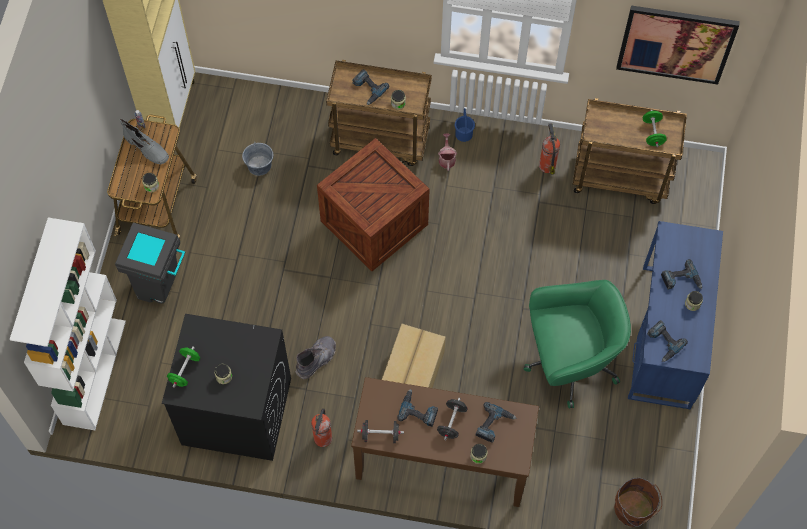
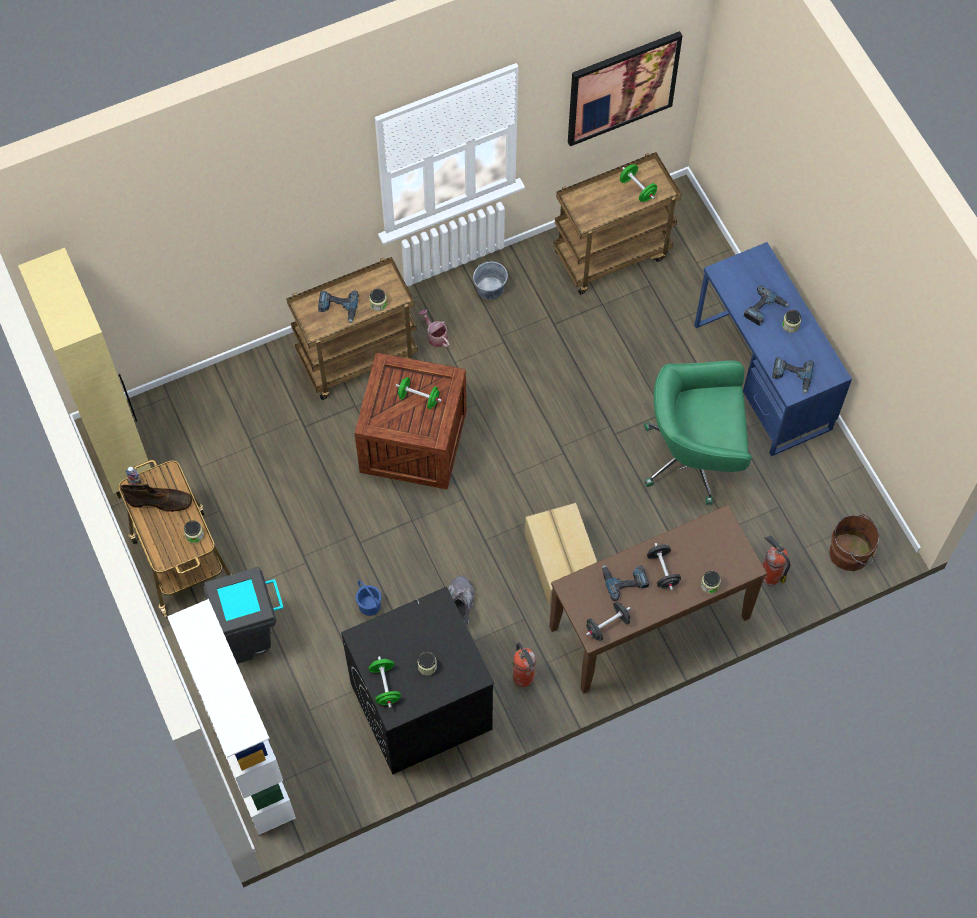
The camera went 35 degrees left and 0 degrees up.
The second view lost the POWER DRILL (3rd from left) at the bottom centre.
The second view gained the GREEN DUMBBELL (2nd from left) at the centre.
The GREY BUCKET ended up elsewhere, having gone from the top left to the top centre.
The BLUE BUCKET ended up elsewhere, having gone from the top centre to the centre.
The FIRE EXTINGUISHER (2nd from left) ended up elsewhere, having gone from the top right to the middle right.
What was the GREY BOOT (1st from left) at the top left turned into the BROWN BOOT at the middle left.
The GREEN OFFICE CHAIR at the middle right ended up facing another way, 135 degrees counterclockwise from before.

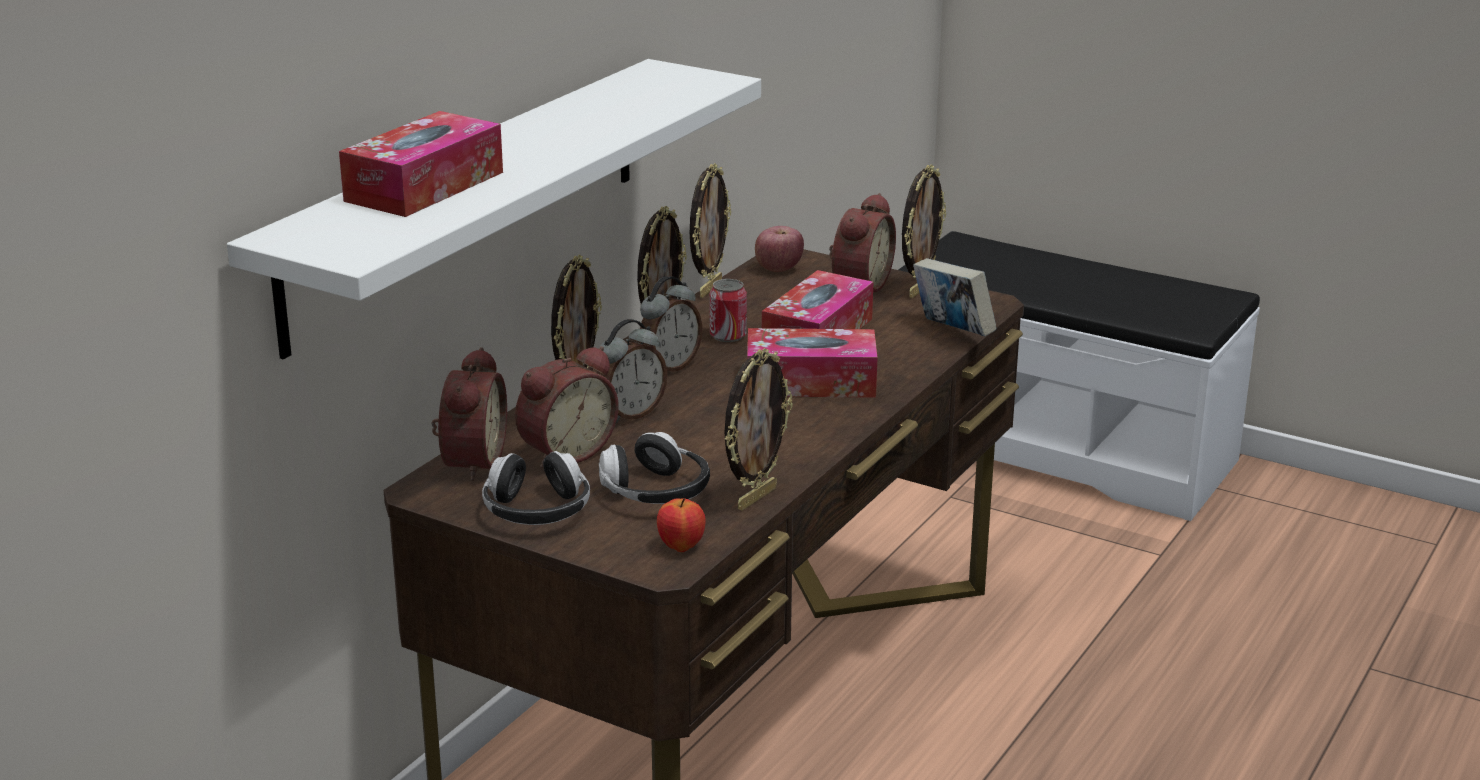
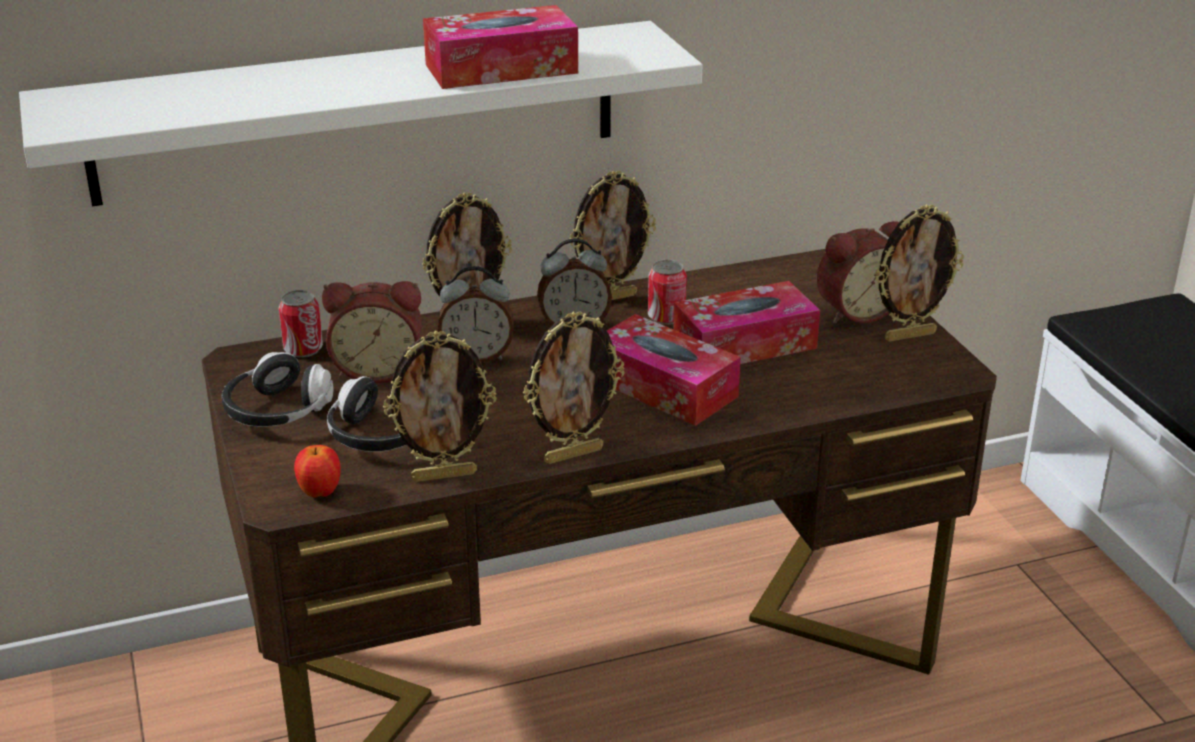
The camera went 40 degrees right and 5 degrees up.
The second view lost the APPLE (2nd from left) at the top centre.
The second view lost the BOOK at the centre.
The TISSUE BOX (1st from left) ended up elsewhere, having gone from the top left to the top centre.
The PICTURE FRAME (3rd from left) ended up elsewhere, having gone from the top centre to the centre.
Where the ALARM CLOCK (1st from left) stood at the middle left, the CAN (1st from left) came to stand at the middle left.

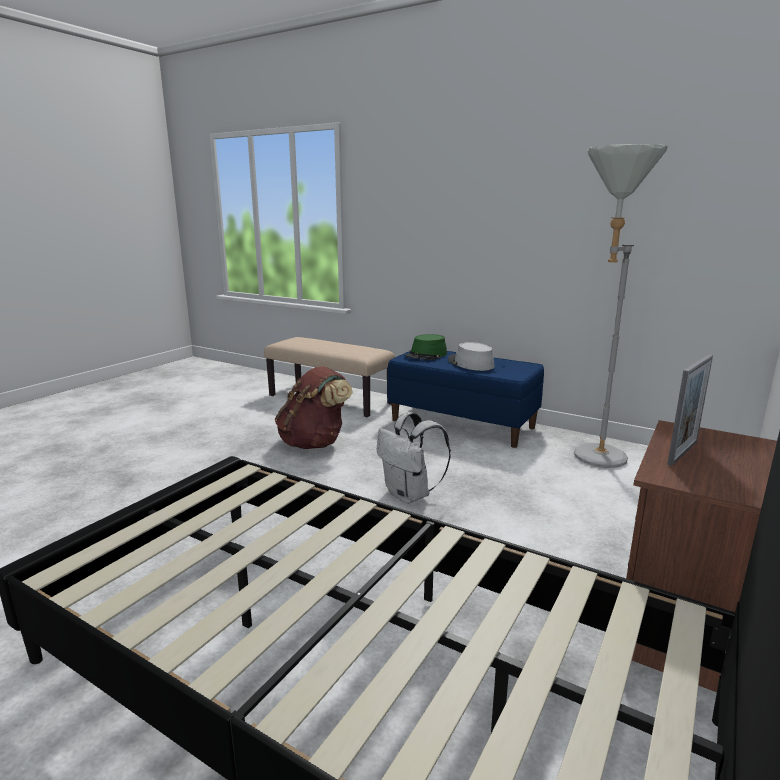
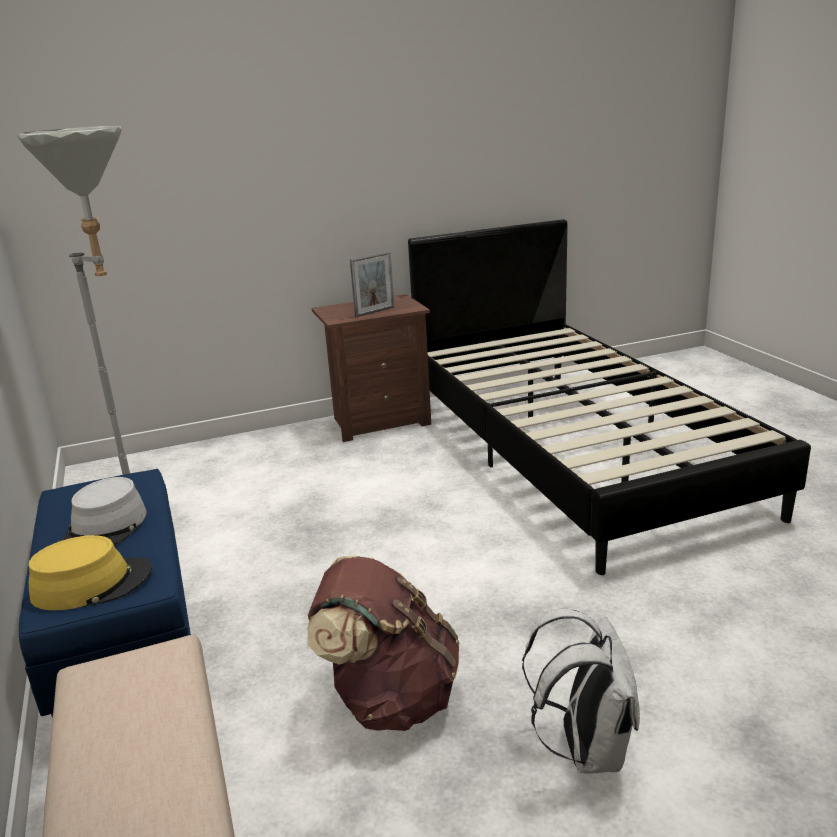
The camera went 140 degrees left and 5 degrees up.
The WHITE BACKPACK ended up elsewhere, having gone from the centre to the bottom right.
What was the GREEN HAT at the centre turned into the YELLOW HAT at the bottom left.
The PICTURE FRAME at the middle right ended up facing another way, 150 degrees clockwise from before.

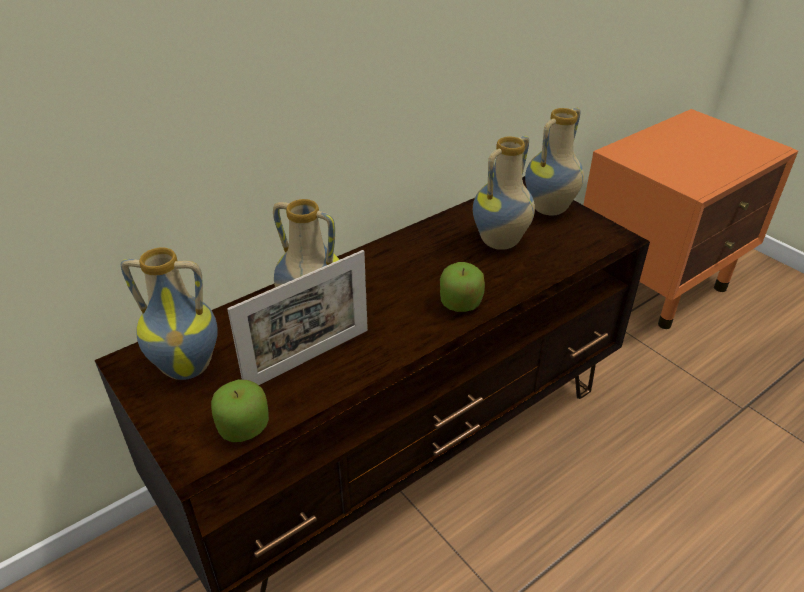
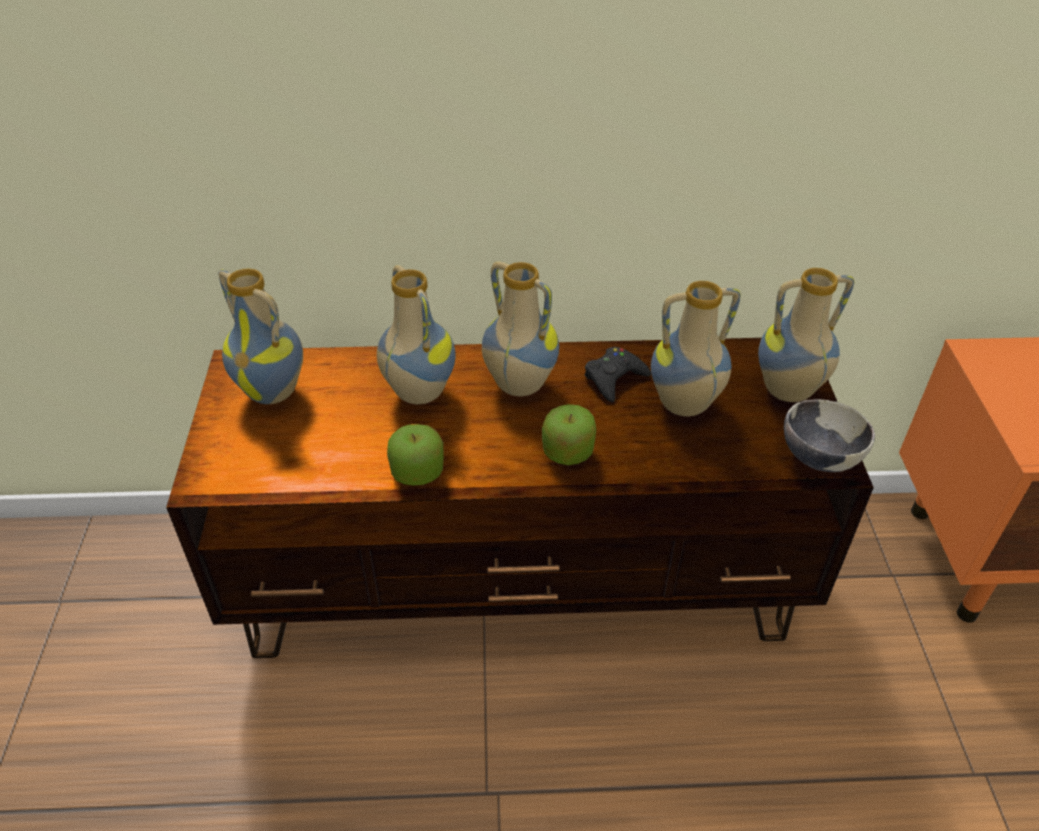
The camera went 35 degrees right and 5 degrees up.
The second view lost the PICTURE FRAME at the centre.
The second view gained the VASE (3rd from left) at the centre.
The second view gained the BLACK GAME CONTROLLER at the centre.
The second view gained the BOWL at the middle right.
The APPLE (1st from left) ended up elsewhere, having gone from the bottom left to the centre.

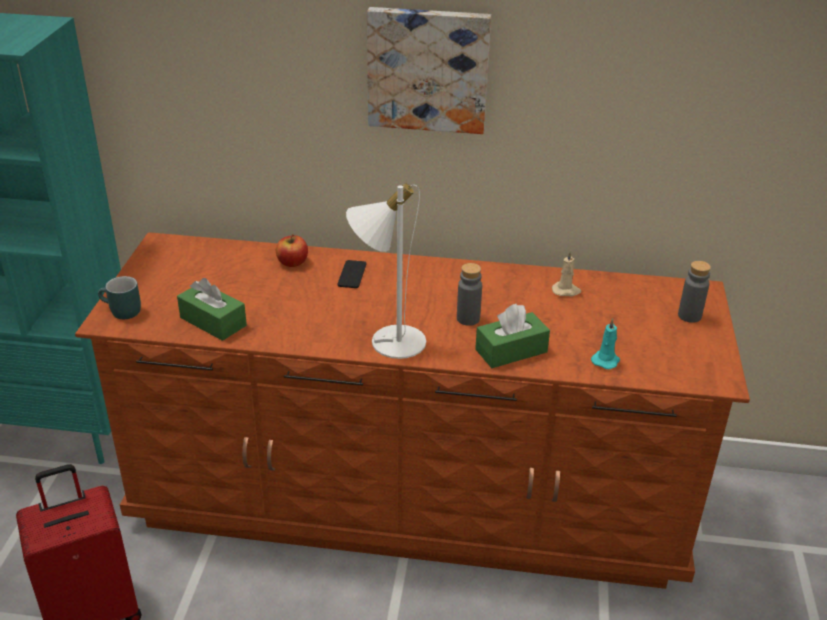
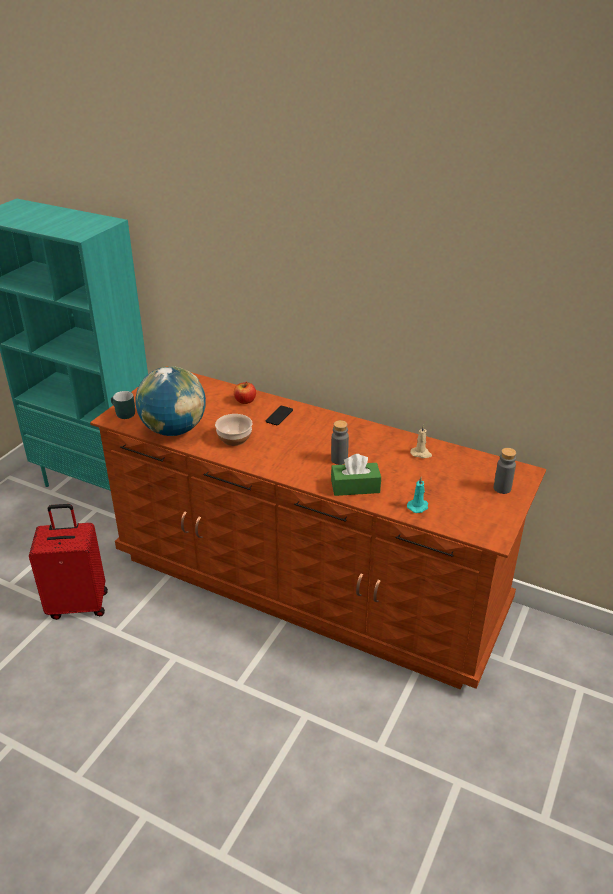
The camera went 20 degrees right and 0 degrees up.
The second view lost the WHITE TABLE LAMP at the centre.
The second view lost the PICTURE at the top centre.
The second view gained the BOWL at the centre.
Where the GREEN TISSUE BOX (1st from left) stood at the middle left, the GLOBE came to stand at the middle left.

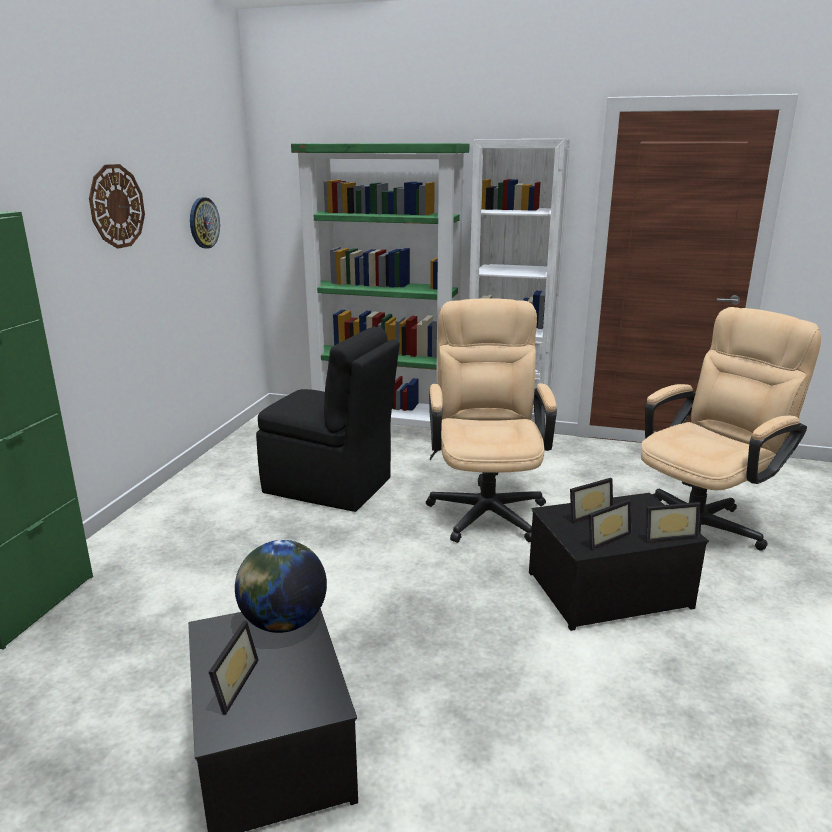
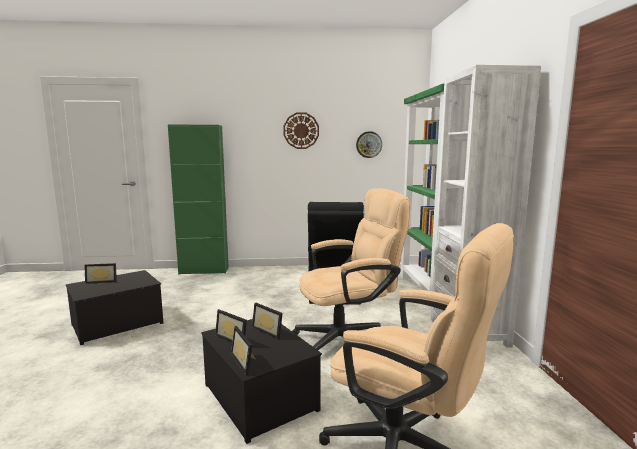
The camera went 70 degrees right and 10 degrees down.
The second view lost the GLOBE at the bottom centre.

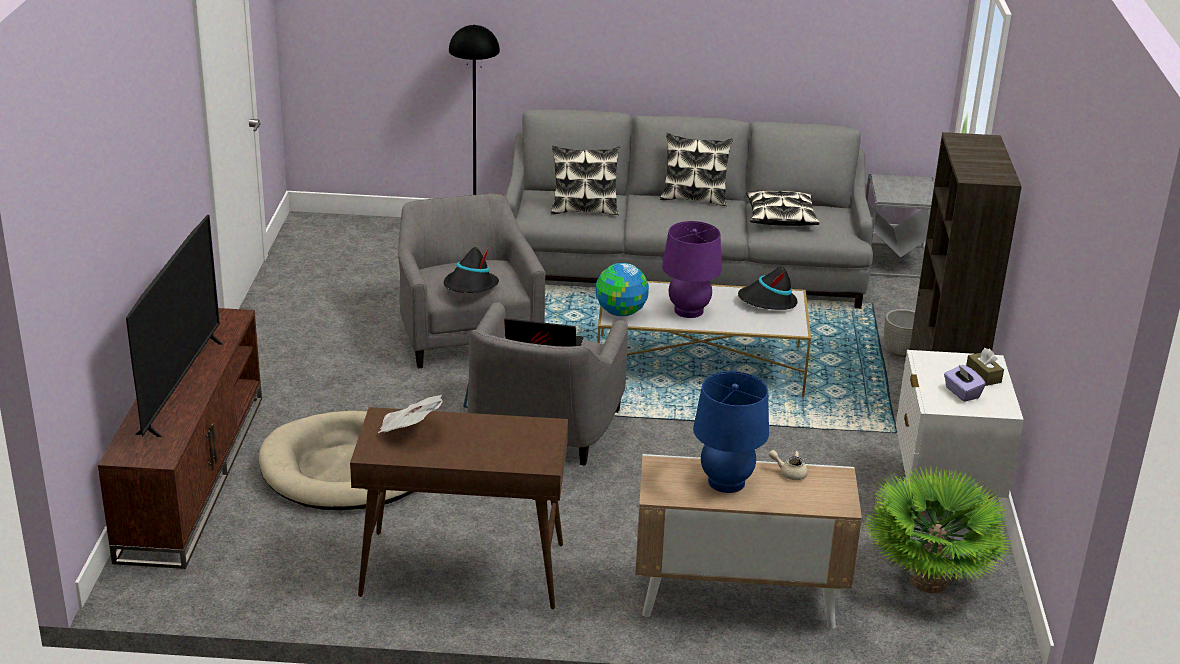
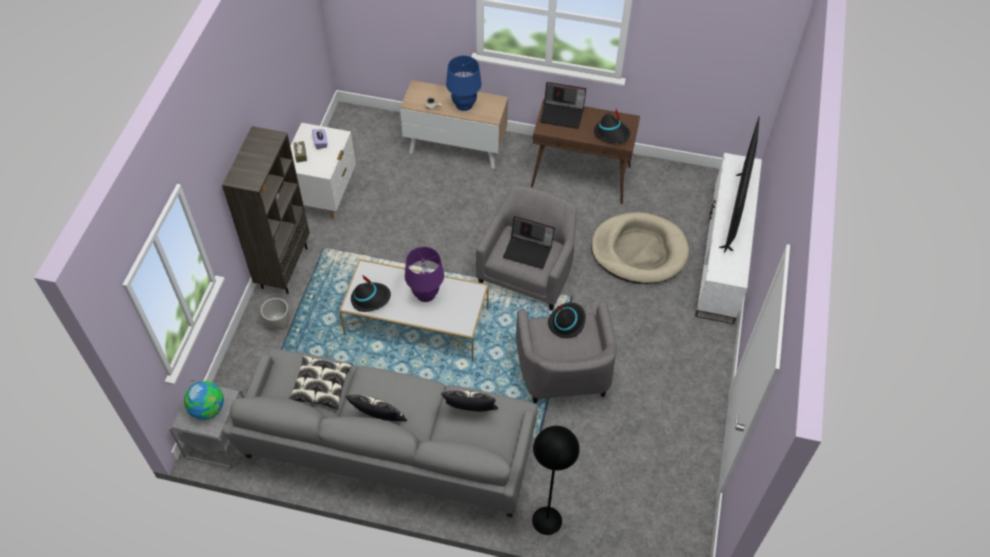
The camera went 170 degrees left and 25 degrees up.
The second view lost the POTTED PLANT at the bottom right.
The second view gained the LAPTOP (2nd from left) at the top centre.
The GLOBE ended up elsewhere, having gone from the centre to the bottom left.
Where the NEWSPAPER stood at the centre, the BLACK HAT (3rd from left) came to stand at the top centre.
What was the BROWN TV STAND at the middle left turned into the WHITE TV STAND at the middle right.

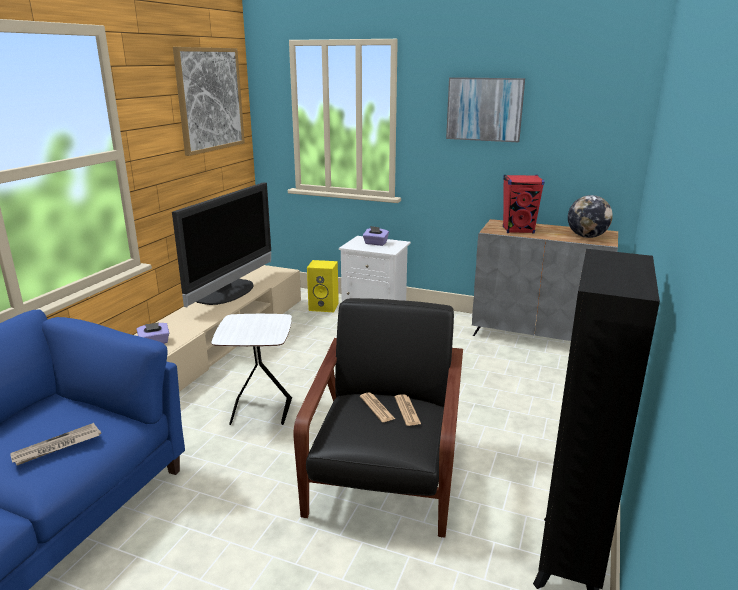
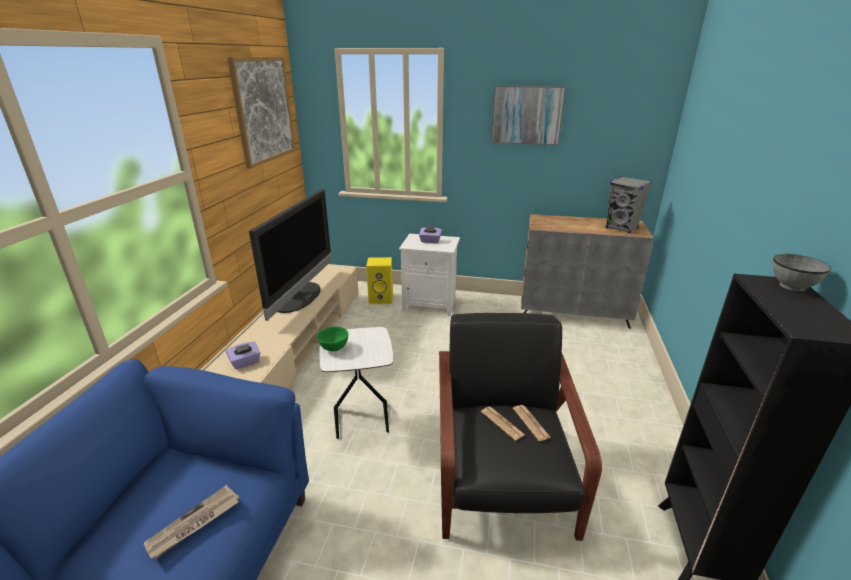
The camera went 10 degrees left and 5 degrees up.
The second view lost the RED SPEAKER at the middle right.
The second view gained the GREEN BOWL at the centre.
The second view gained the GREY BOWL at the middle right.
Where the GLOBE stood at the middle right, the GREY SPEAKER came to stand at the middle right.

